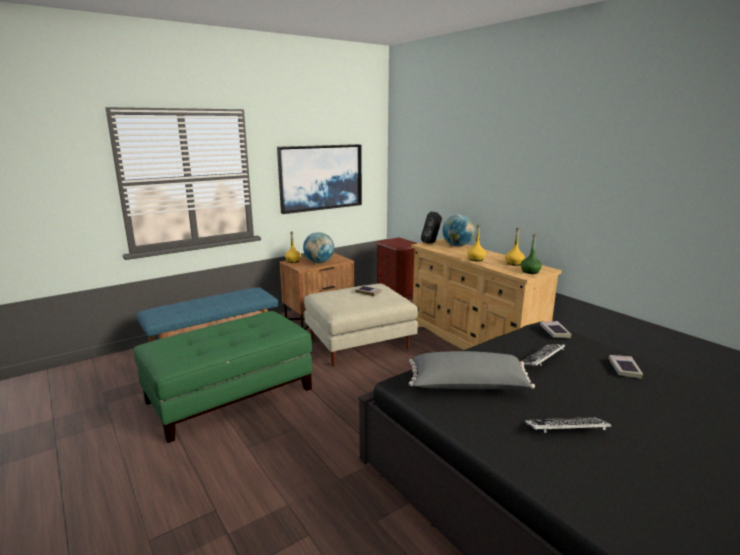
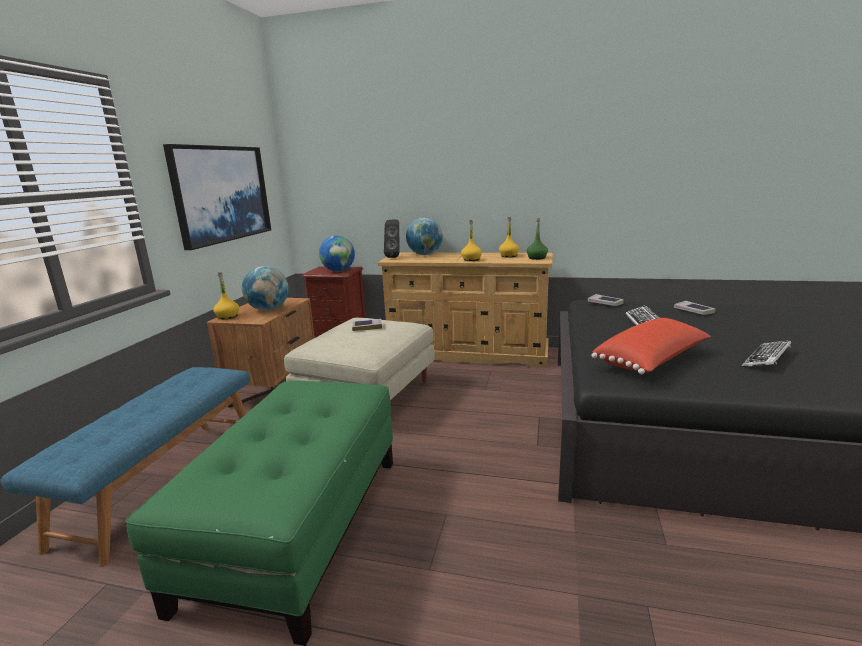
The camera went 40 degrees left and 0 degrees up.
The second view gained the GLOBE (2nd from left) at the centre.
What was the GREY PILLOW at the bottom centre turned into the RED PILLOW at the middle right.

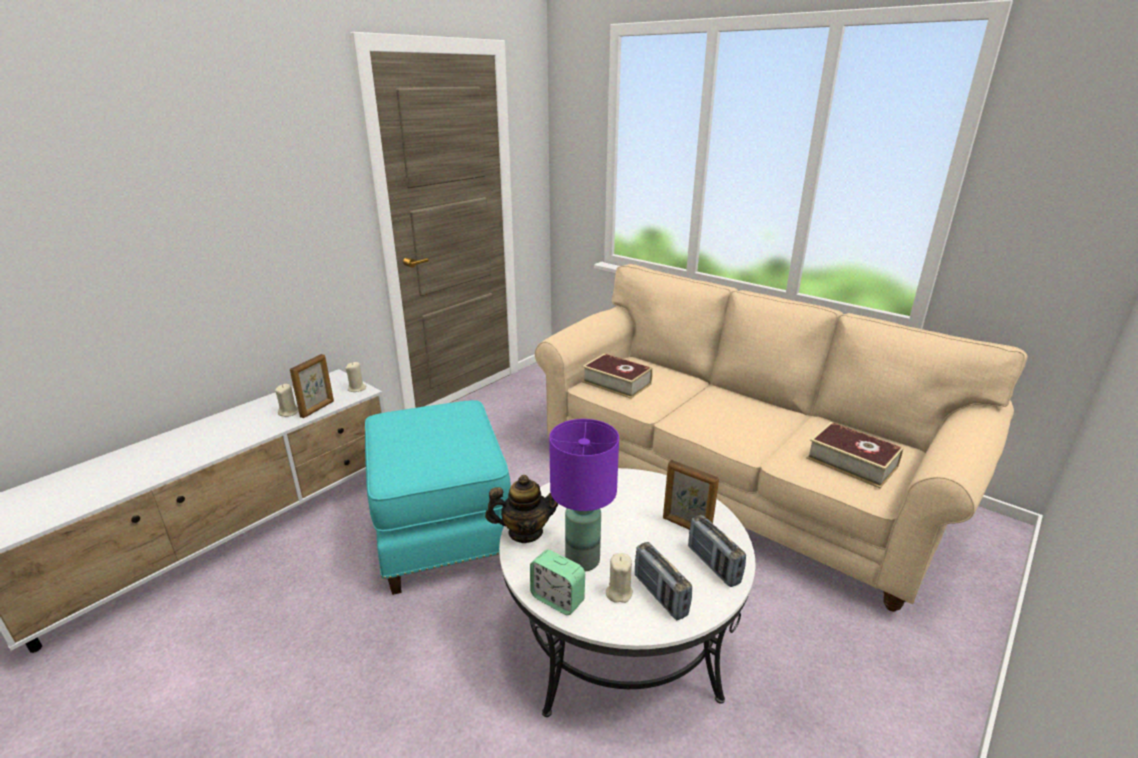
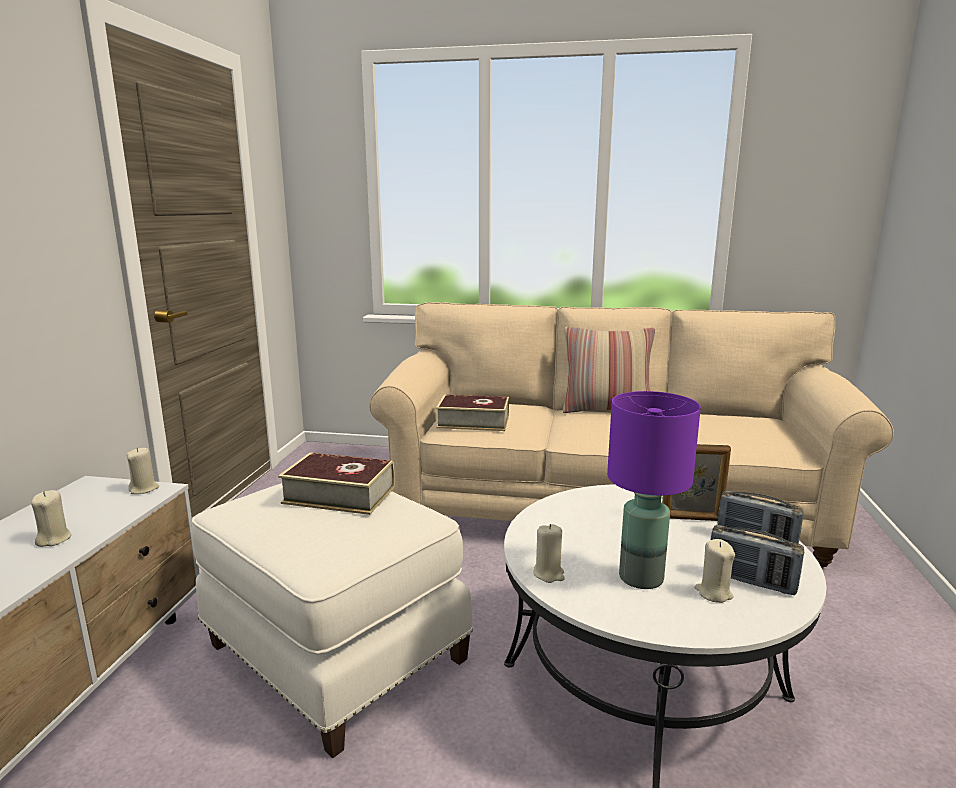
The camera went 30 degrees left and 10 degrees down.
The second view lost the PICTURE FRAME (1st from left) at the middle left.
The second view lost the ALARM CLOCK at the bottom centre.
The second view gained the PILLOW at the centre.
The BOOK (2nd from left in the first image) ended up elsewhere, having gone from the middle right to the centre.
Where the TEAPOT stood at the bottom centre, the BEIGE CANDLE (3rd from left) came to stand at the bottom centre.
What was the TURQUOISE OTTOMAN at the centre turned into the WHITE OTTOMAN at the bottom centre.

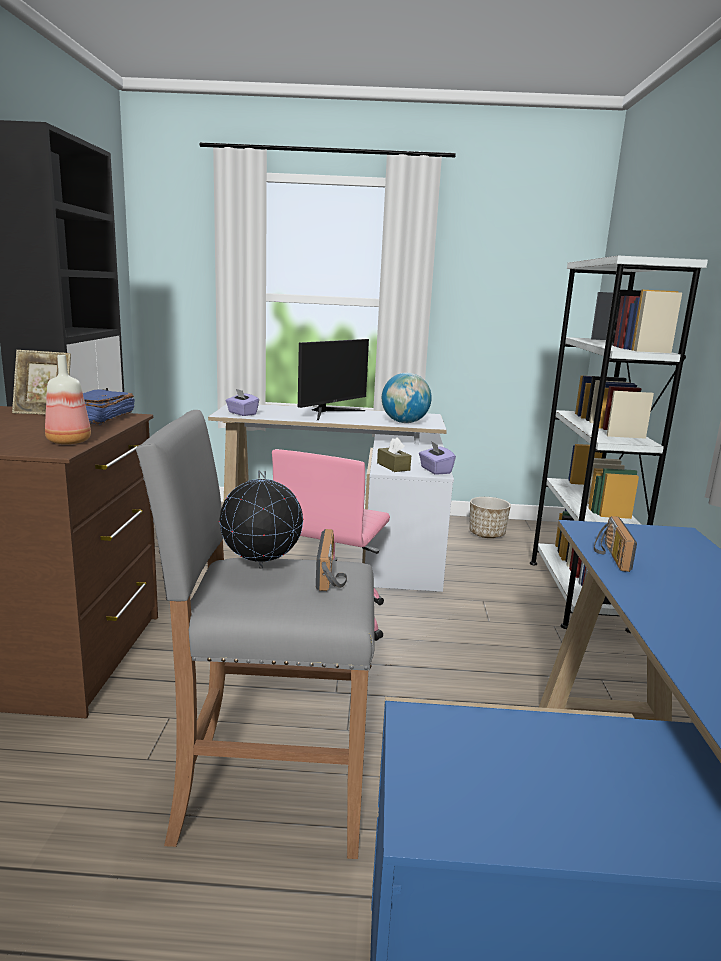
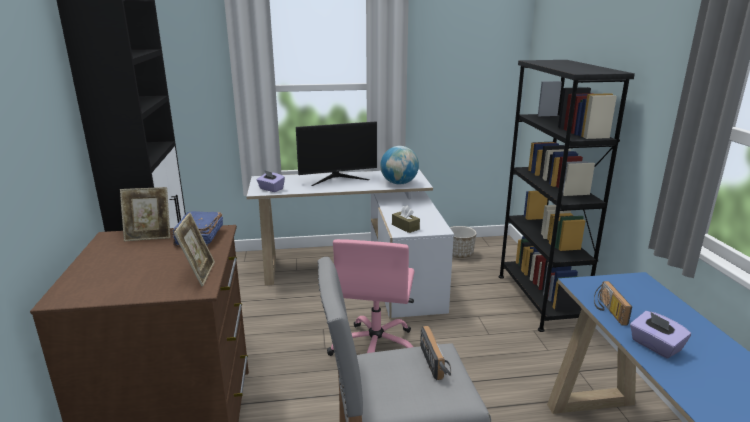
The camera went 10 degrees left and 5 degrees up.
The second view lost the GLOBE (1st from left) at the centre.
The PURPLE TISSUE BOX (2nd from left) ended up elsewhere, having gone from the centre to the bottom right.
Where the BOTTLE stood at the middle left, the PICTURE FRAME (2nd from left) came to stand at the middle left.
What was the WHITE BOOKCASE at the middle right turned into the BLACK BOOKCASE at the middle right.
The MONITOR at the centre ended up facing another way, 45 degrees clockwise from before.

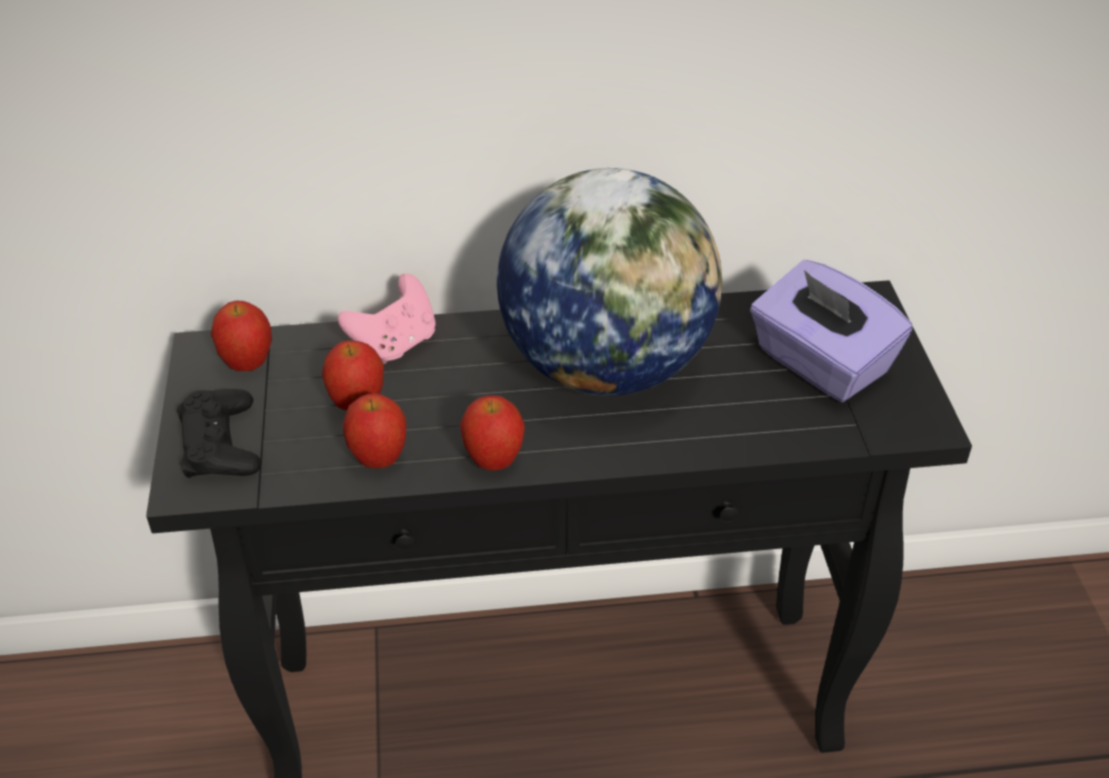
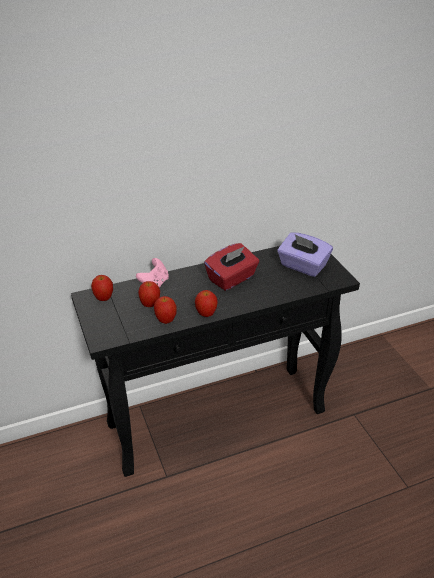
The camera went 15 degrees left and 5 degrees down.
The second view lost the BLACK GAME CONTROLLER at the middle left.
Where the GLOBE stood at the centre, the RED TISSUE BOX came to stand at the centre.

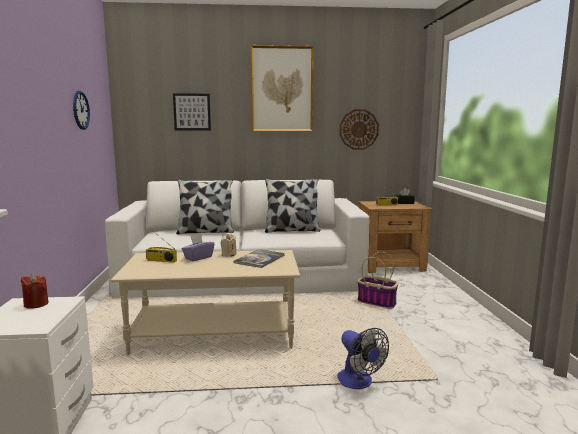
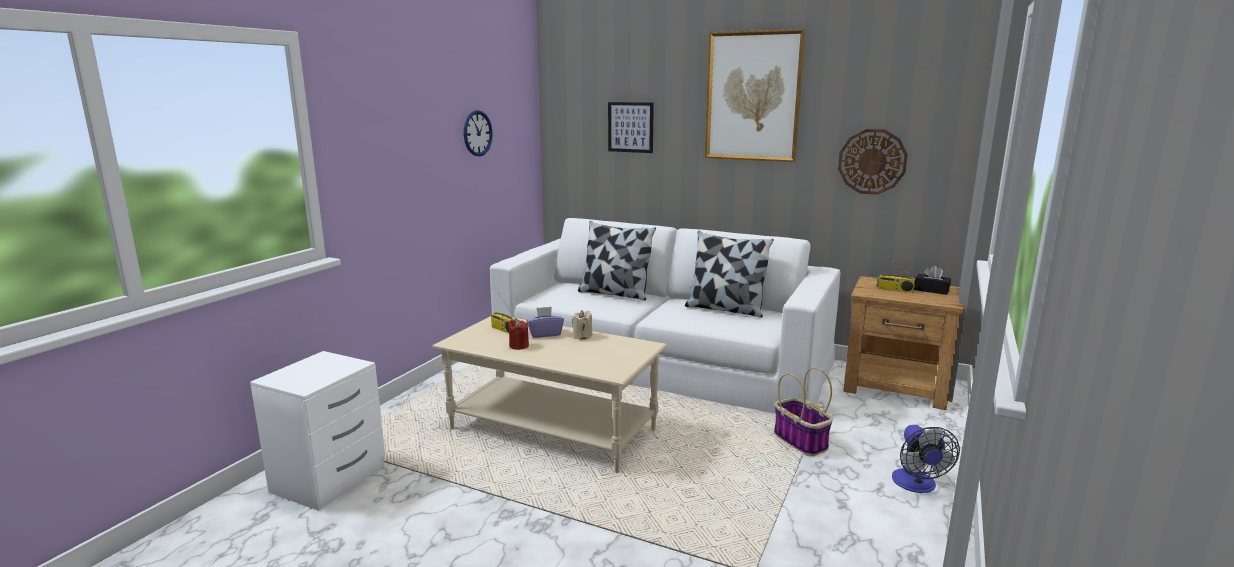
The camera went 30 degrees right and 5 degrees up.
The second view lost the BOOK at the centre.
The RED CANDLE ended up elsewhere, having gone from the bottom left to the centre.
The FAN ended up elsewhere, having gone from the bottom centre to the bottom right.

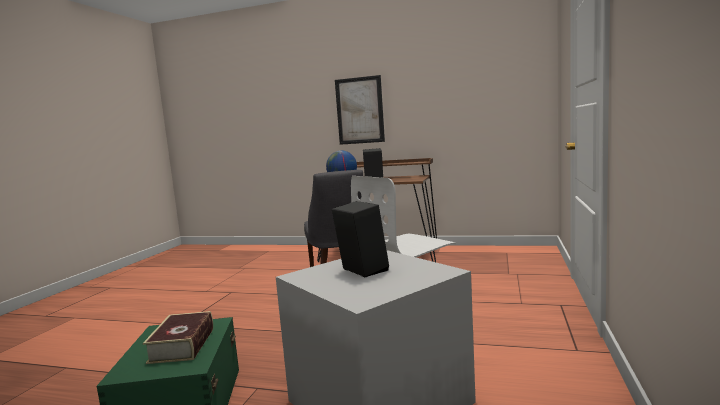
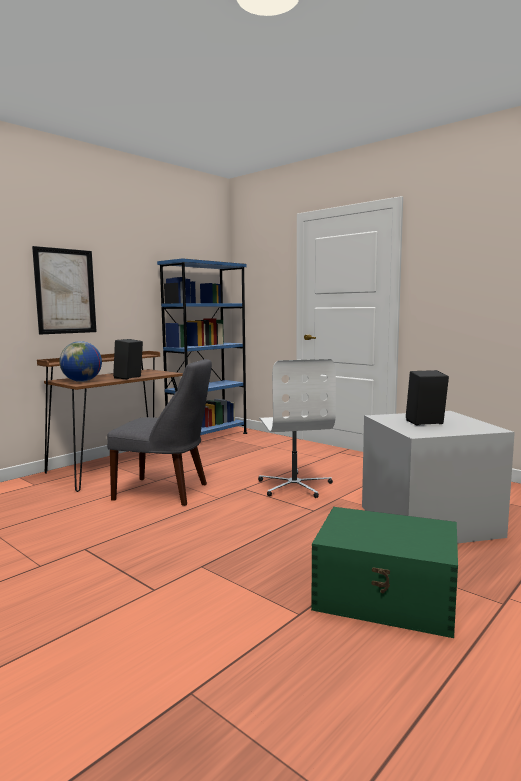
The camera went 65 degrees left and 0 degrees up.
The second view lost the BOOK at the bottom left.
The second view gained the BLUE BOOKCASE at the centre.

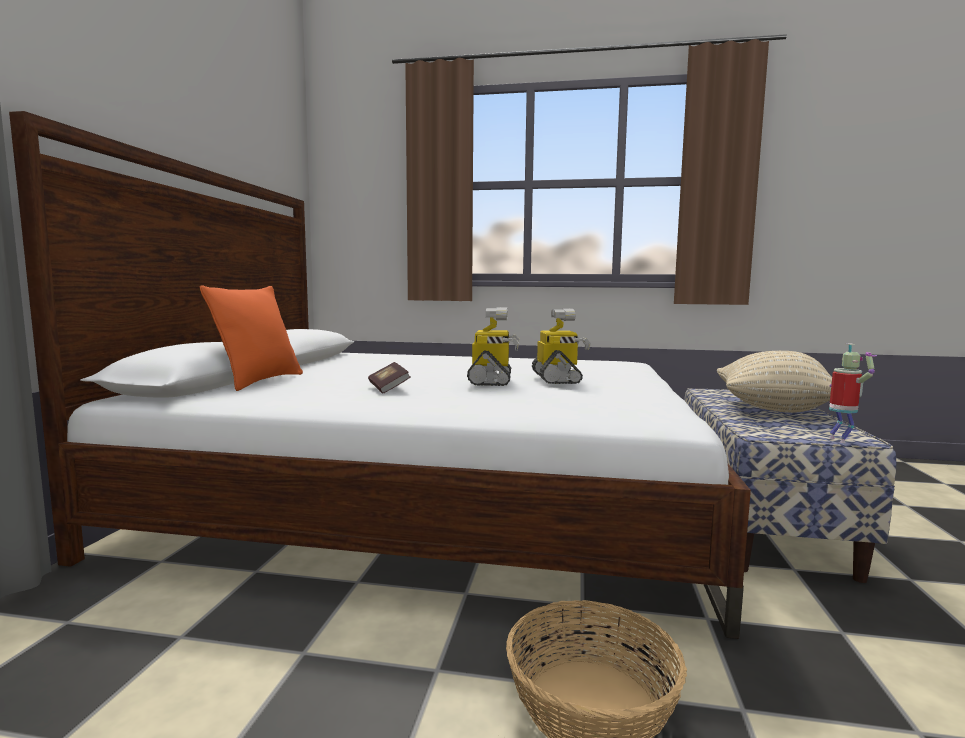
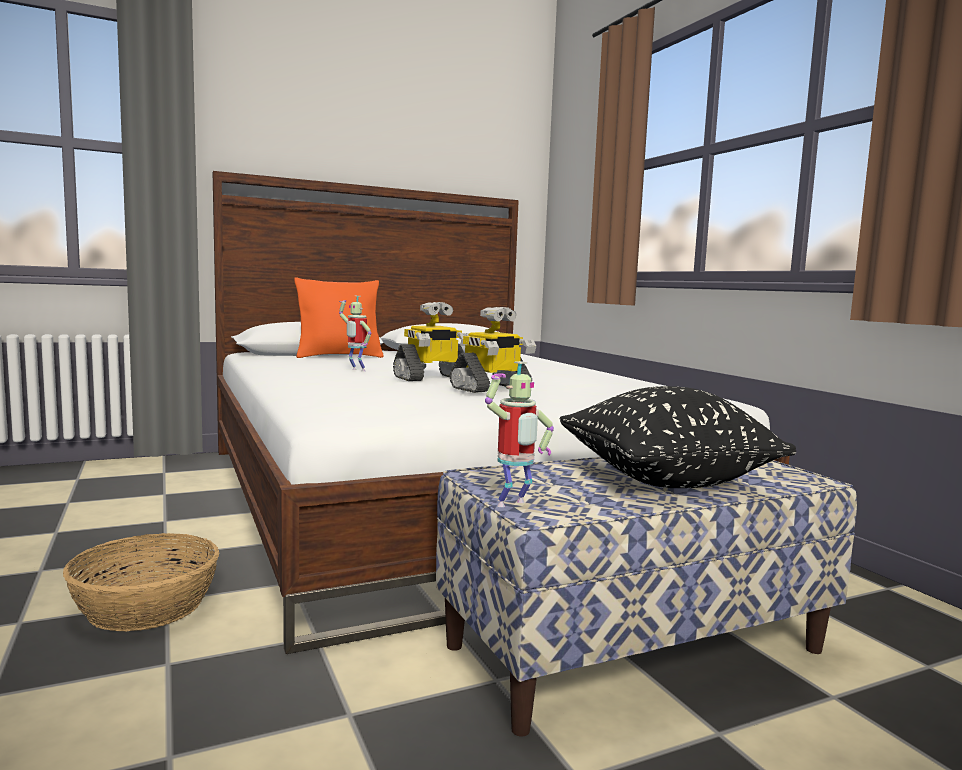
The camera went 55 degrees right and 0 degrees up.
Where the BOOK stood at the centre, the TOY ROBOT (1st from left) came to stand at the centre.
What was the BEIGE PILLOW at the middle right turned into the BLACK PILLOW at the middle right.

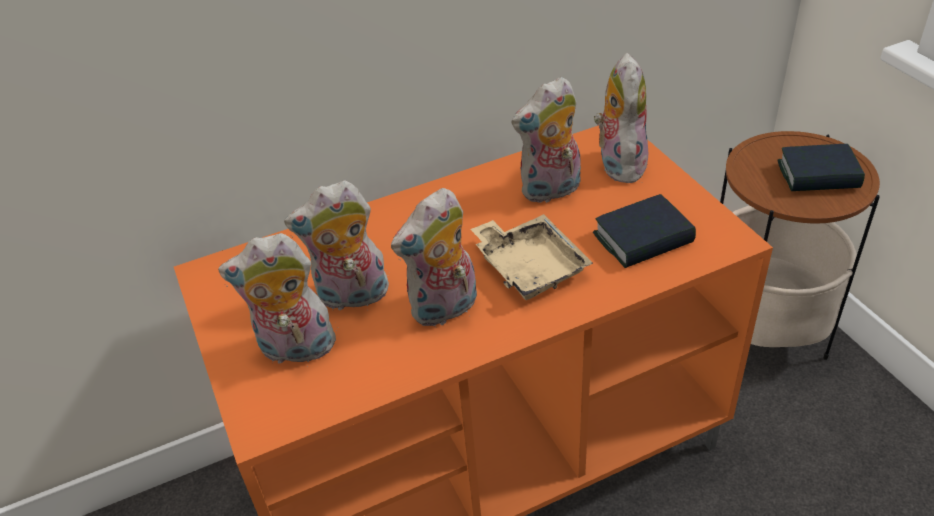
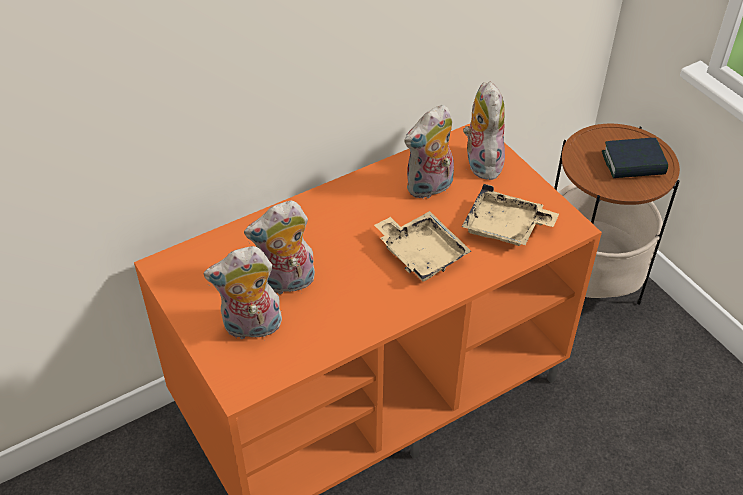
The camera went 10 degrees left and 5 degrees up.
The second view lost the PLUSH TOY (3rd from left) at the centre.
Where the BOOK (1st from left) stood at the middle right, the BEIGE TRAY (2nd from left) came to stand at the middle right.

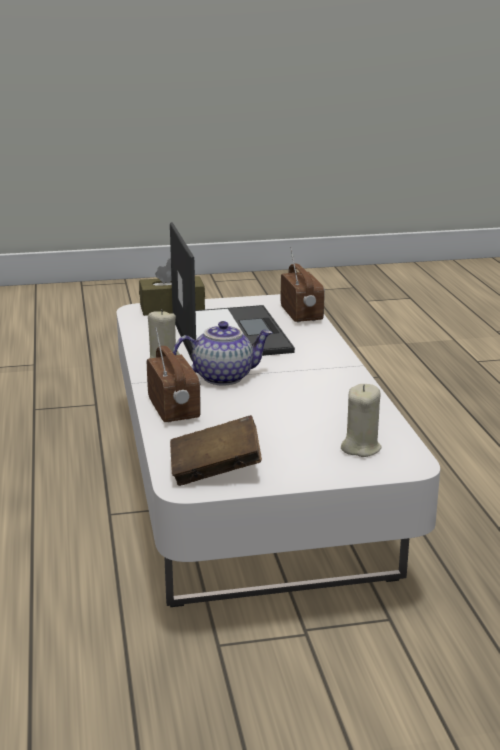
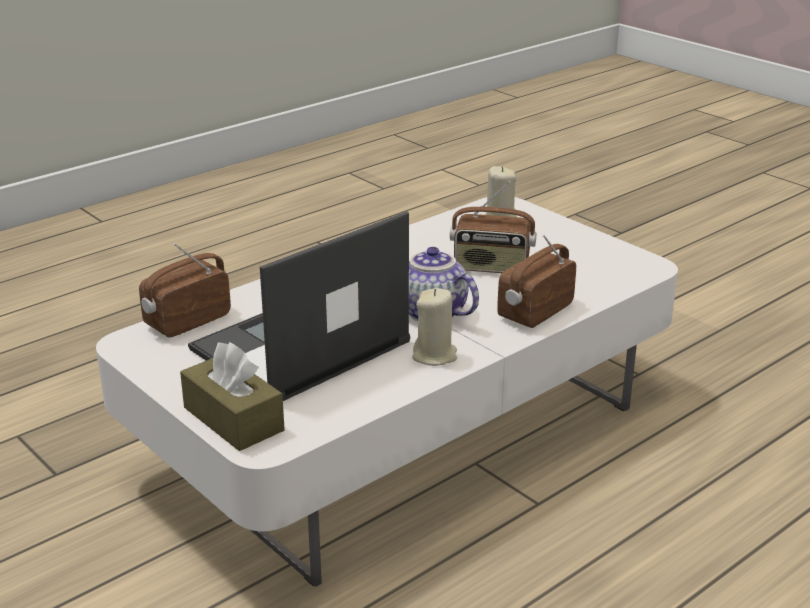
The camera went 120 degrees left and 5 degrees up.
The second view lost the BROWN BOOK at the centre.
The second view gained the RADIO (2nd from left) at the centre.

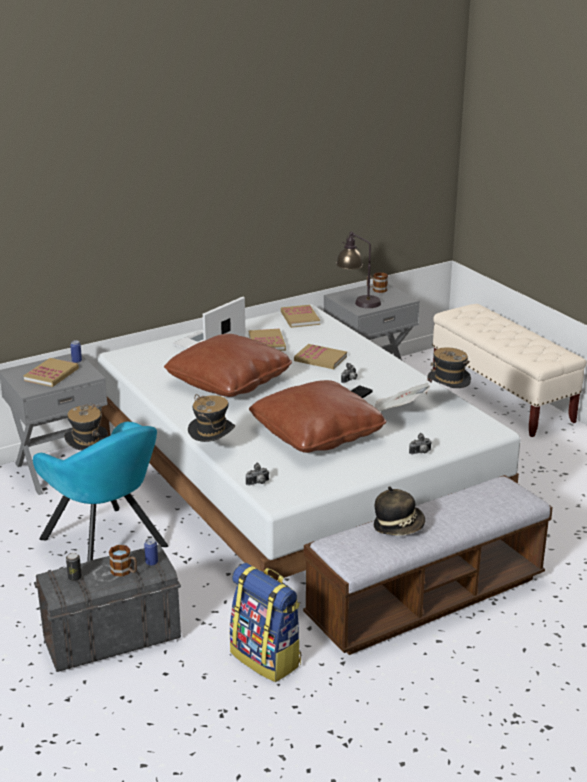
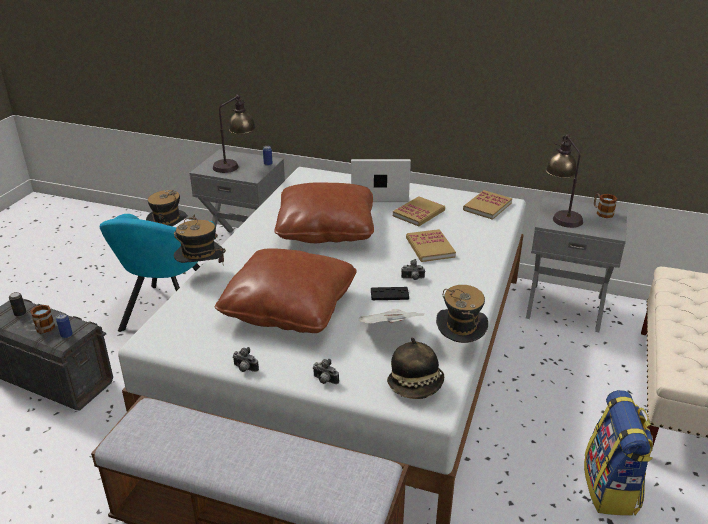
The camera went 50 degrees right and 5 degrees up.
The BACKPACK ended up elsewhere, having gone from the bottom centre to the bottom right.
The PHOTO CAMERA (1st from left) ended up elsewhere, having gone from the centre to the bottom centre.
The HAT (3rd from left) ended up elsewhere, having gone from the middle right to the bottom centre.
Where the BOOK (1st from left) stood at the middle left, the TABLE LAMP (1st from left) came to stand at the top left.

